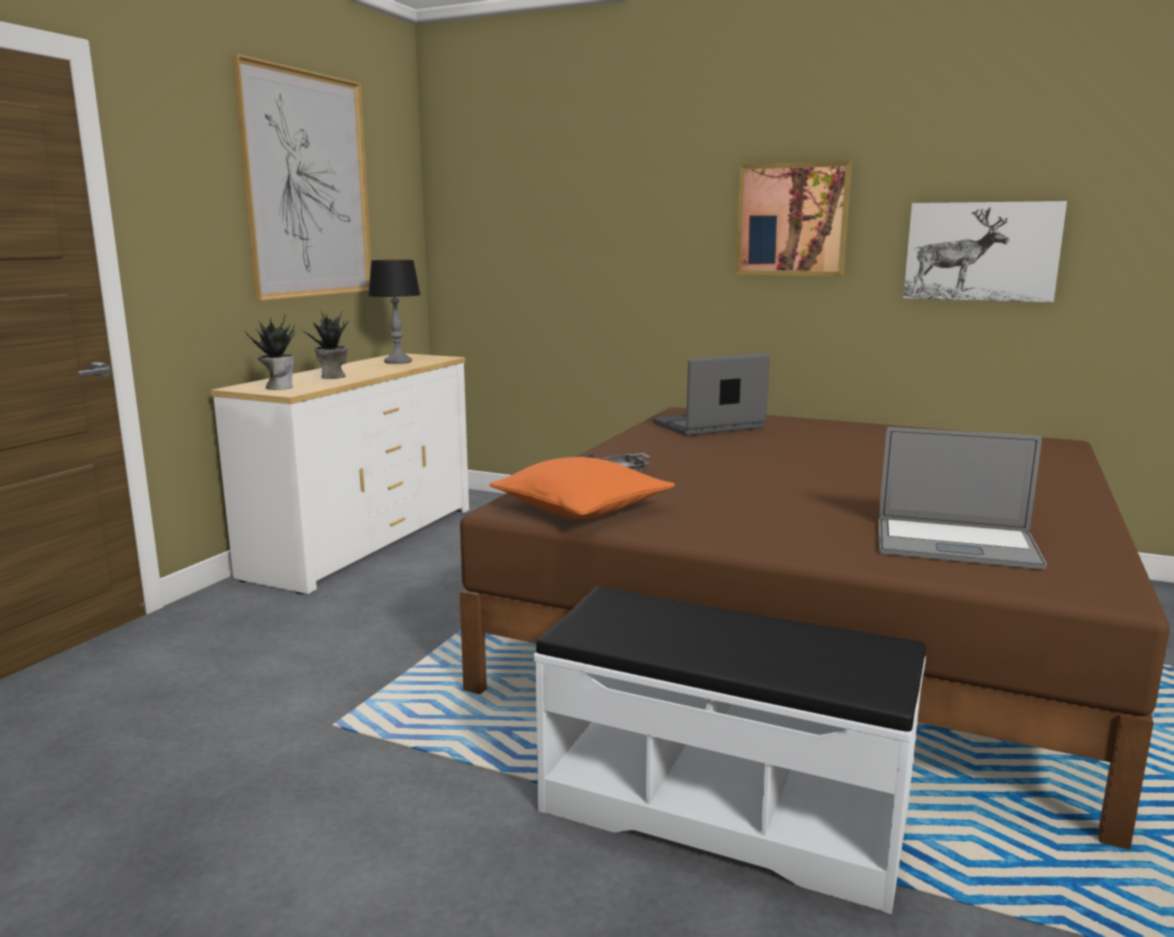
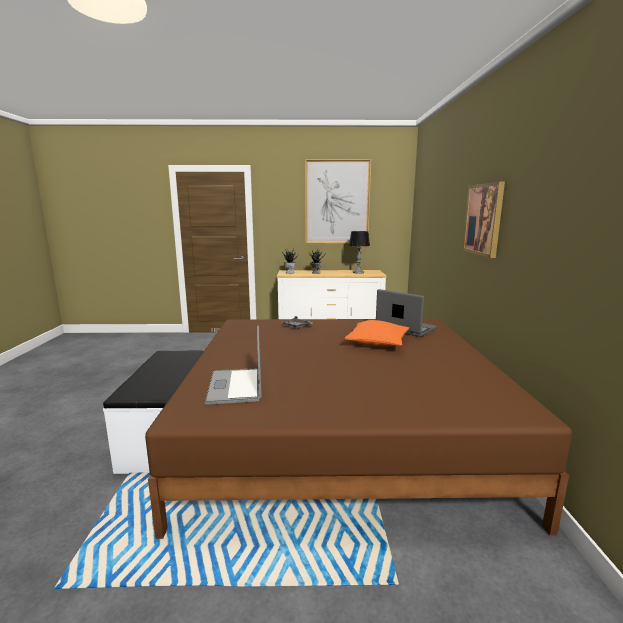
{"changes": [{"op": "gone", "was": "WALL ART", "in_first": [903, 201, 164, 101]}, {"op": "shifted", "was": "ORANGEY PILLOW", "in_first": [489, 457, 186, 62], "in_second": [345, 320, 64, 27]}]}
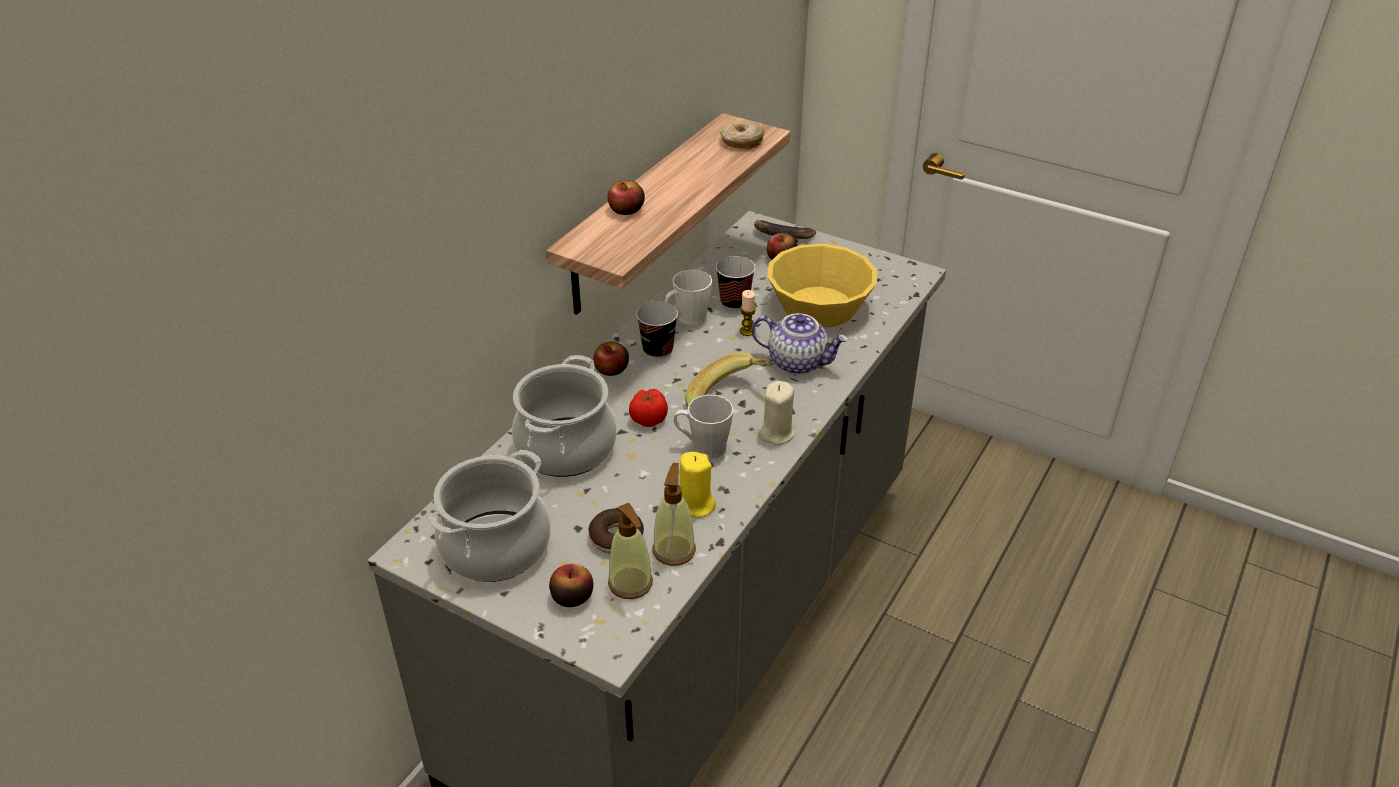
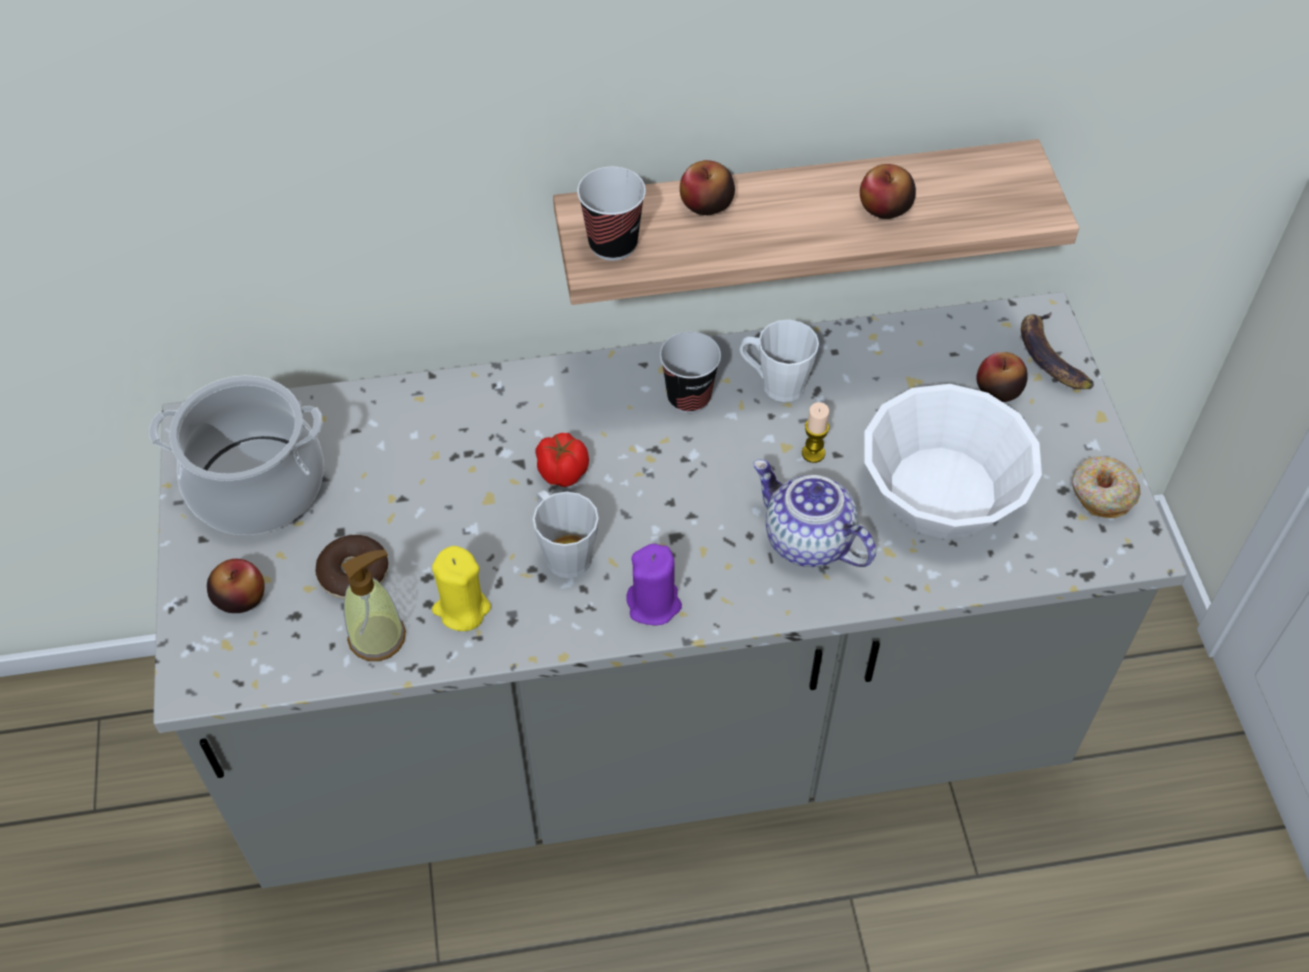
{"changes": [{"op": "shifted", "was": "DOUGHNUT", "in_first": [720, 120, 44, 29], "in_second": [1072, 456, 68, 62]}, {"op": "repainted", "was": "YELLOWISH BOWL", "now": "WHITE BOWL", "in_first": [767, 244, 110, 84], "in_second": [864, 384, 178, 155]}, {"op": "shifted", "was": "SMALL CUP", "in_first": [716, 256, 39, 55], "in_second": [577, 167, 69, 94]}, {"op": "rotated", "was": "TEA POT", "in_first": [751, 313, 97, 62], "in_second": [753, 460, 123, 107], "clockwise": 150}, {"op": "shifted", "was": "APPLE", "in_first": [593, 342, 36, 34], "in_second": [860, 164, 56, 55]}, {"op": "gone", "was": "BANANA FRUIT", "in_first": [685, 352, 90, 55]}, {"op": "gone", "was": "COOKING POT", "in_first": [512, 355, 105, 122]}, {"op": "repainted", "was": "BEIGE WAX LIGHT", "now": "PURPLISH WAX LIGHT", "in_first": [758, 381, 37, 64], "in_second": [626, 544, 56, 81]}, {"op": "gone", "was": "LIQUID SOAP BOTTLE", "in_first": [608, 503, 45, 96]}]}
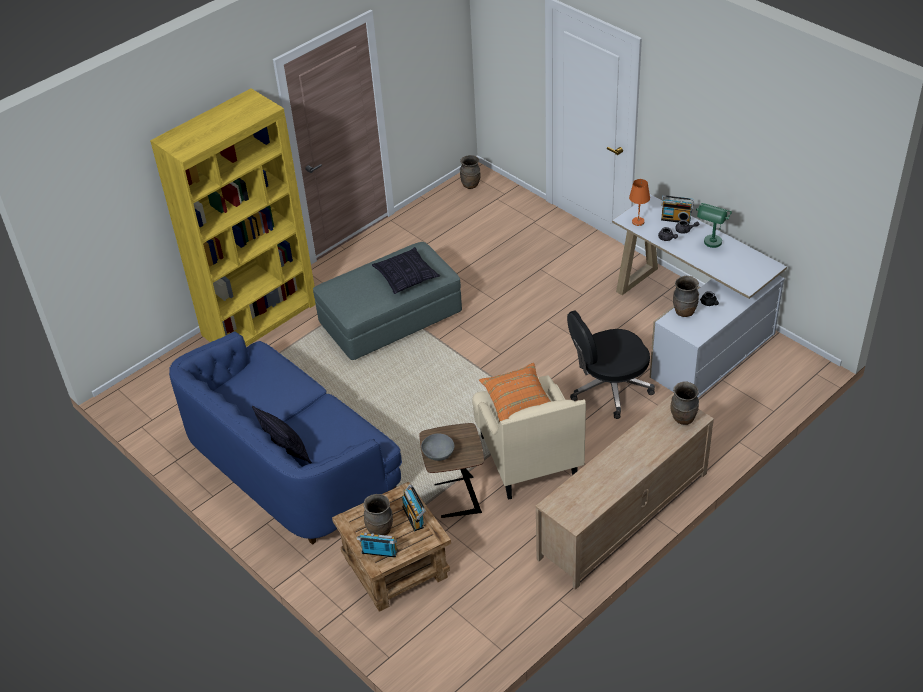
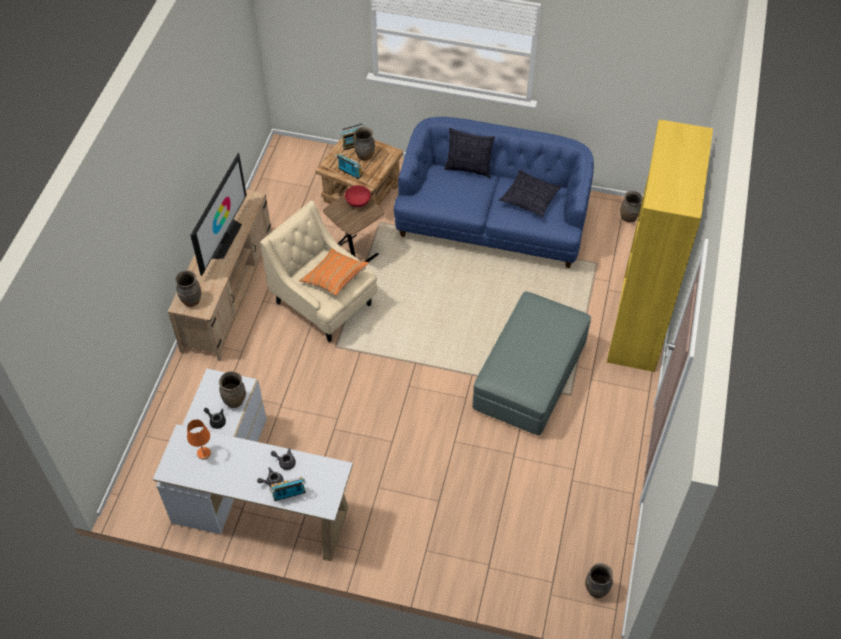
{"changes": [{"op": "shifted", "was": "ORANGEY TABLE LAMP", "in_first": [629, 179, 21, 47], "in_second": [187, 419, 24, 41]}, {"op": "gone", "was": "GREEN TABLE LAMP", "in_first": [696, 203, 36, 45]}, {"op": "shifted", "was": "PILLOW", "in_first": [372, 247, 68, 47], "in_second": [499, 170, 63, 48]}, {"op": "gone", "was": "BLACK OFFICE CHAIR", "in_first": [567, 310, 88, 109]}, {"op": "repainted", "was": "GRAY BOWL", "now": "REDDISH BOWL", "in_first": [421, 433, 33, 28], "in_second": [345, 185, 26, 22]}, {"op": "new", "now": "TV", "in_second": [190, 153, 57, 123]}, {"op": "new", "now": "BROWNISH VASE", "in_second": [620, 191, 23, 31]}]}
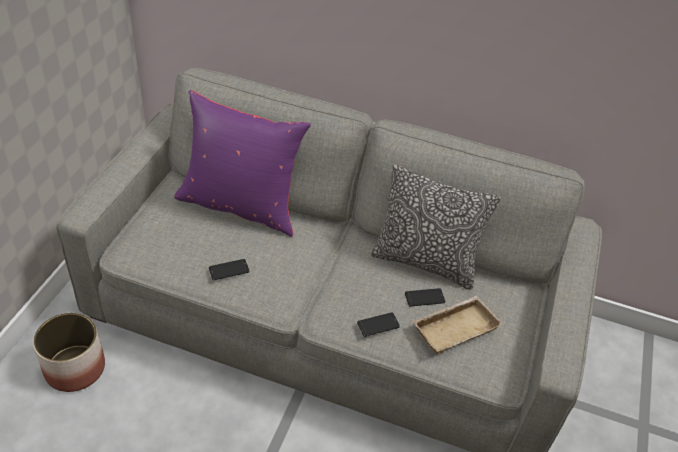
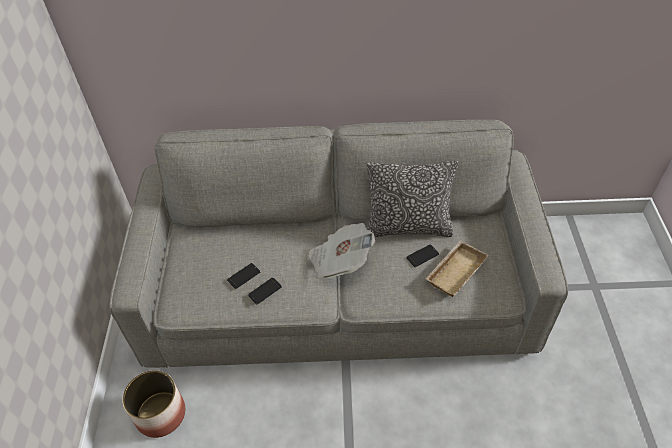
{"changes": [{"op": "gone", "was": "PURPLISH PILLOW", "in_first": [174, 90, 137, 147]}, {"op": "shifted", "was": "TELEPHONE", "in_first": [357, 313, 43, 24], "in_second": [227, 263, 33, 26]}, {"op": "new", "now": "PRINTED PAPER", "in_second": [309, 223, 66, 56]}]}
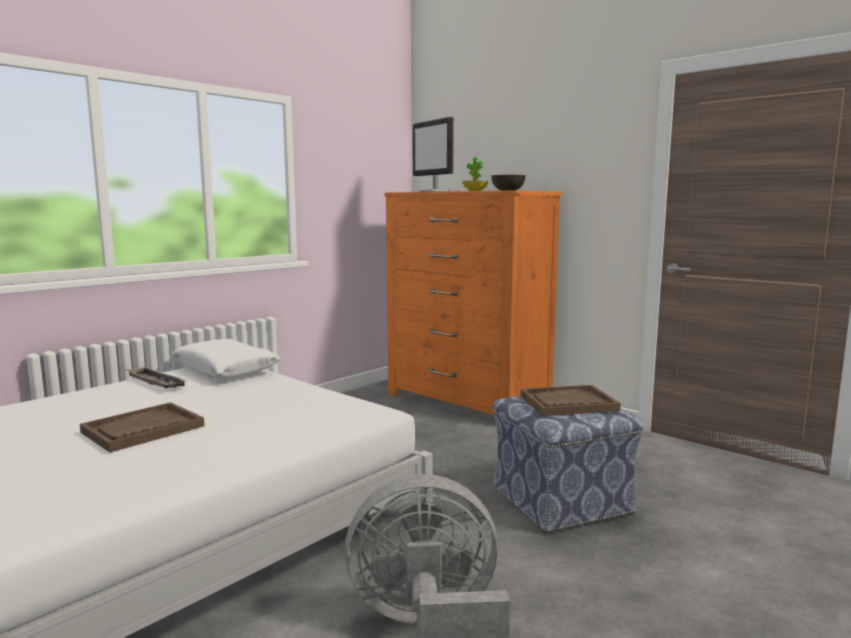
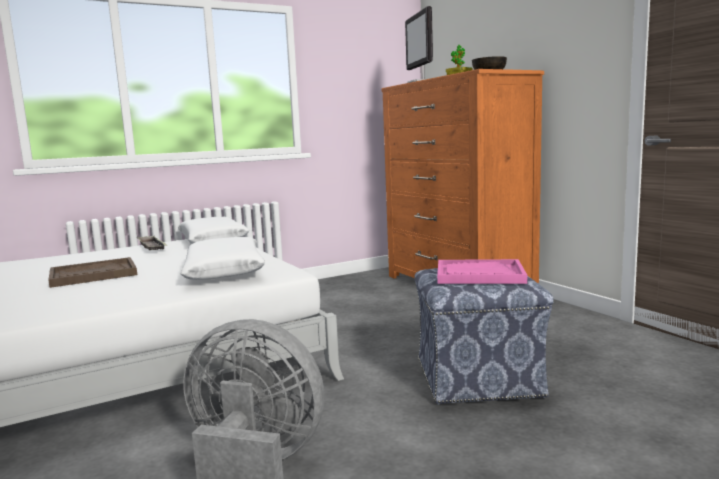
{"changes": [{"op": "repainted", "was": "BROWNISH CARRYING TRAY", "now": "PINK CARRYING TRAY", "in_first": [521, 385, 100, 31], "in_second": [437, 259, 90, 25]}, {"op": "new", "now": "WHITE PILLOW", "in_second": [181, 237, 84, 43]}]}
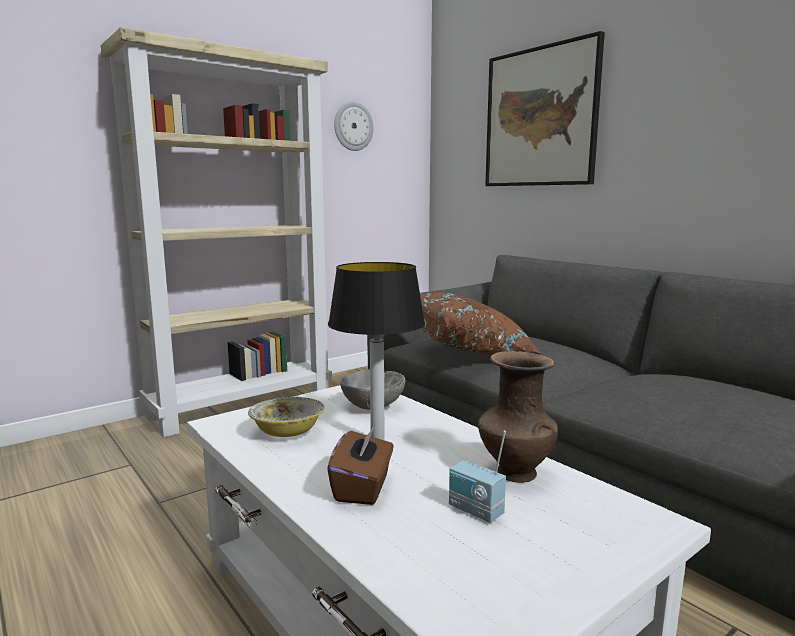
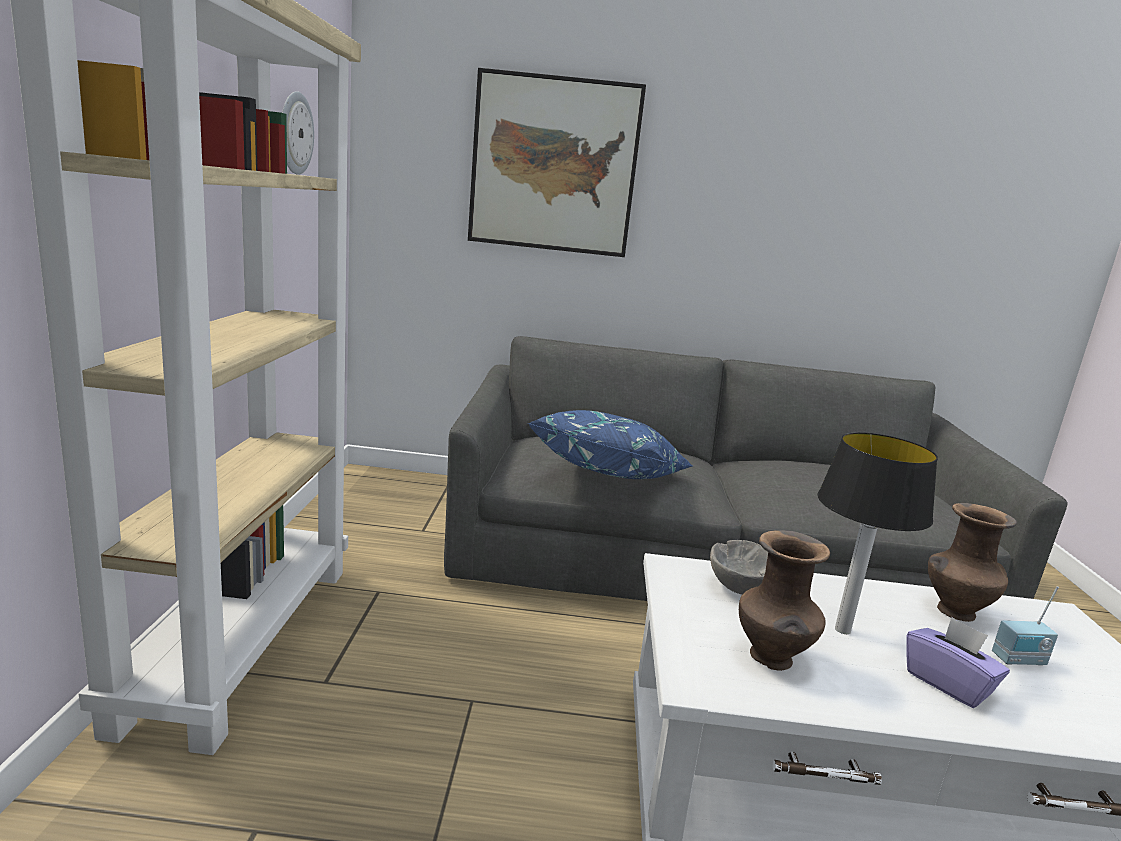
{"changes": [{"op": "repainted", "was": "BROWNISH PILLOW", "now": "BLUE PILLOW", "in_first": [420, 293, 122, 62], "in_second": [527, 410, 166, 69]}, {"op": "swapped", "was": "BOWL", "now": "BROWNISH VASE", "in_first": [248, 397, 77, 40], "in_second": [739, 530, 91, 141]}, {"op": "repainted", "was": "BROWNISH TISSUE HOLDER", "now": "PURPLISH TISSUE HOLDER", "in_first": [327, 424, 66, 81], "in_second": [906, 617, 104, 91]}]}
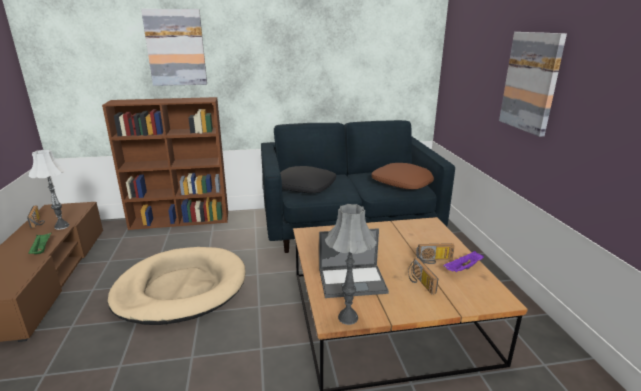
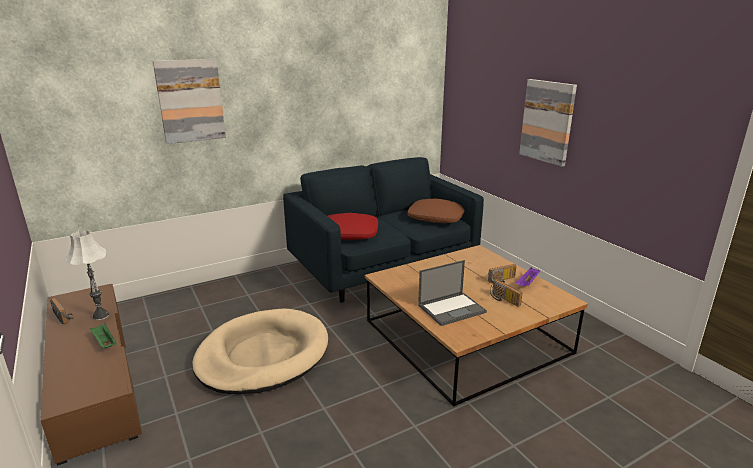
{"changes": [{"op": "gone", "was": "BROWNISH BOOKSHELF", "in_first": [102, 97, 126, 133]}, {"op": "repainted", "was": "BLACK PILLOW", "now": "REDDISH PILLOW", "in_first": [280, 166, 56, 27], "in_second": [328, 213, 50, 27]}, {"op": "gone", "was": "GRAY TABLE LAMP", "in_first": [325, 204, 52, 121]}]}
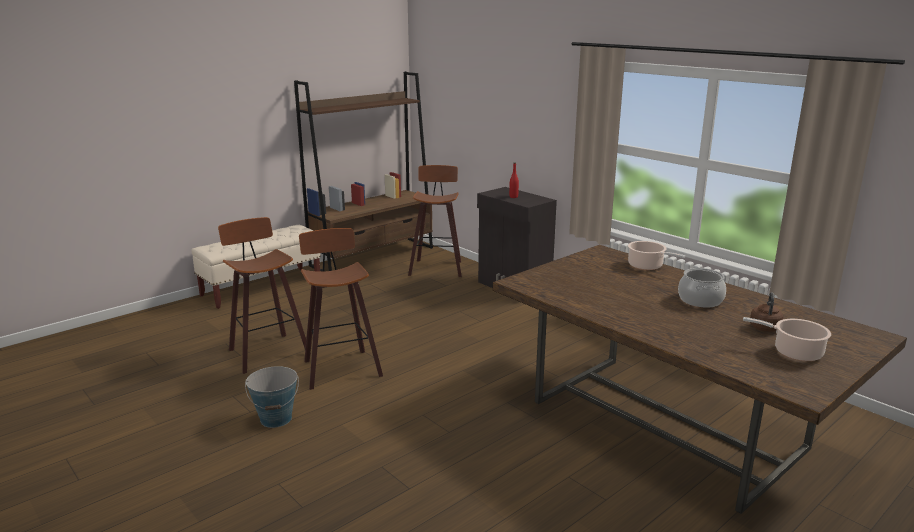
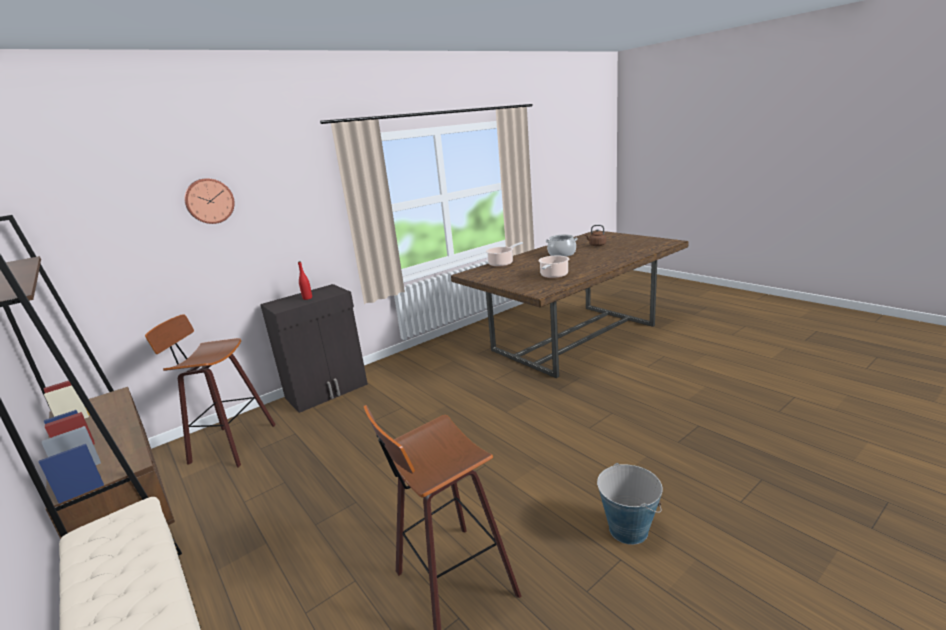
{"changes": [{"op": "gone", "was": "STOOL SEAT", "in_first": [299, 228, 84, 162]}, {"op": "shifted", "was": "COOKING POT", "in_first": [743, 317, 88, 44], "in_second": [538, 256, 31, 22]}, {"op": "new", "now": "CLOCK ON THE WALL", "in_second": [184, 178, 51, 46]}]}
